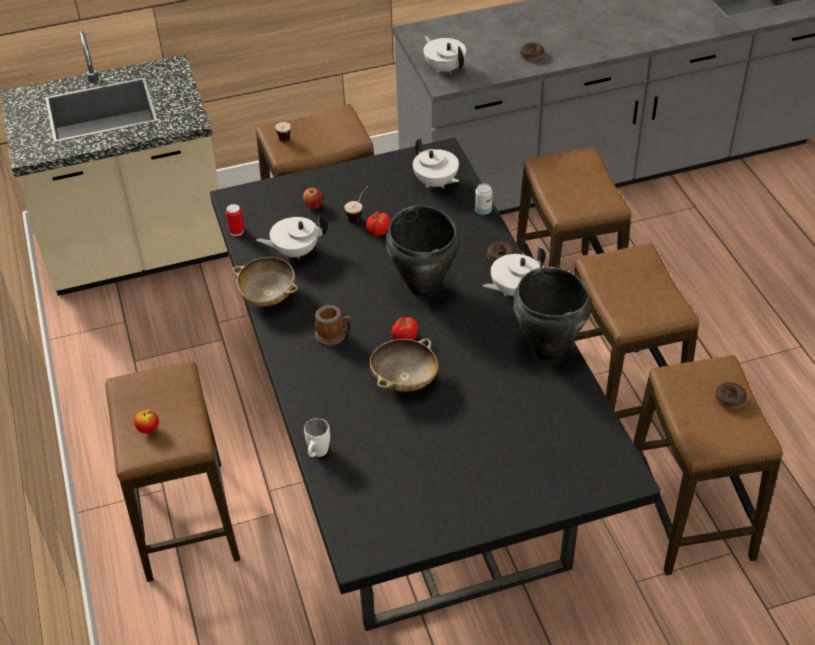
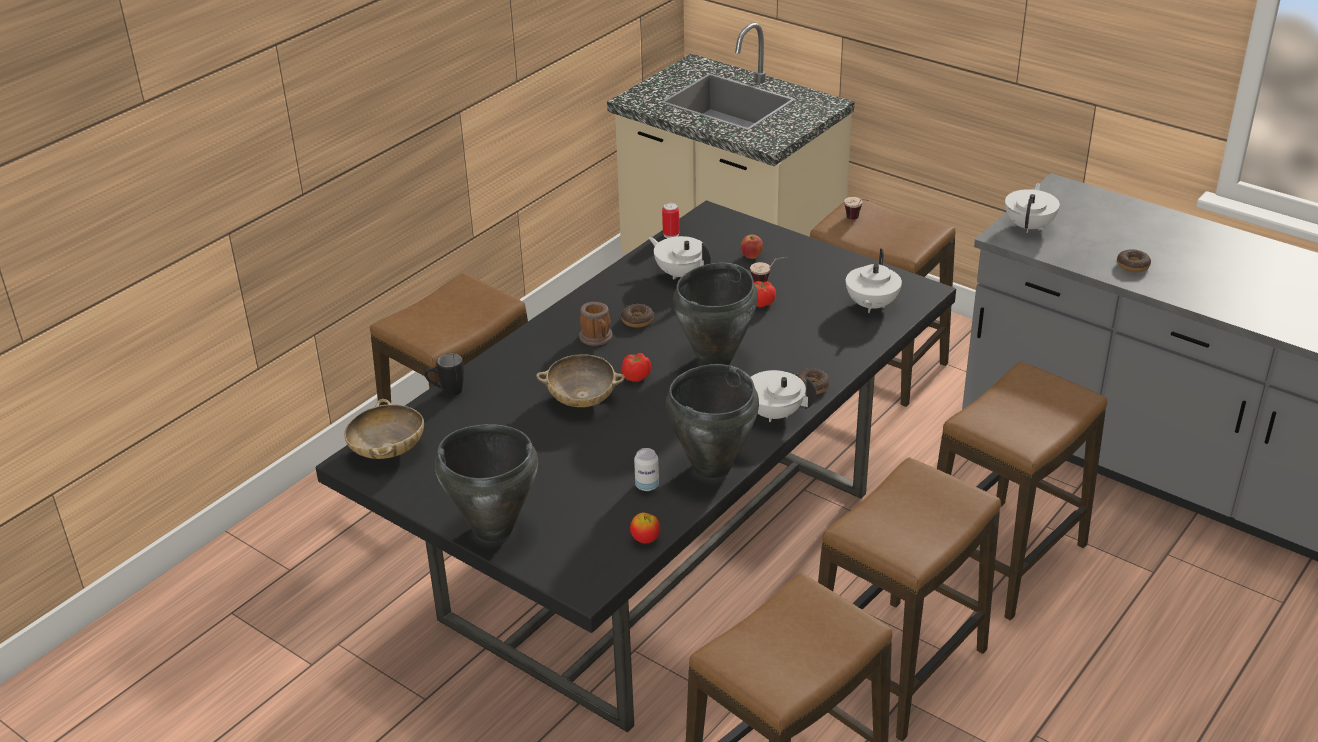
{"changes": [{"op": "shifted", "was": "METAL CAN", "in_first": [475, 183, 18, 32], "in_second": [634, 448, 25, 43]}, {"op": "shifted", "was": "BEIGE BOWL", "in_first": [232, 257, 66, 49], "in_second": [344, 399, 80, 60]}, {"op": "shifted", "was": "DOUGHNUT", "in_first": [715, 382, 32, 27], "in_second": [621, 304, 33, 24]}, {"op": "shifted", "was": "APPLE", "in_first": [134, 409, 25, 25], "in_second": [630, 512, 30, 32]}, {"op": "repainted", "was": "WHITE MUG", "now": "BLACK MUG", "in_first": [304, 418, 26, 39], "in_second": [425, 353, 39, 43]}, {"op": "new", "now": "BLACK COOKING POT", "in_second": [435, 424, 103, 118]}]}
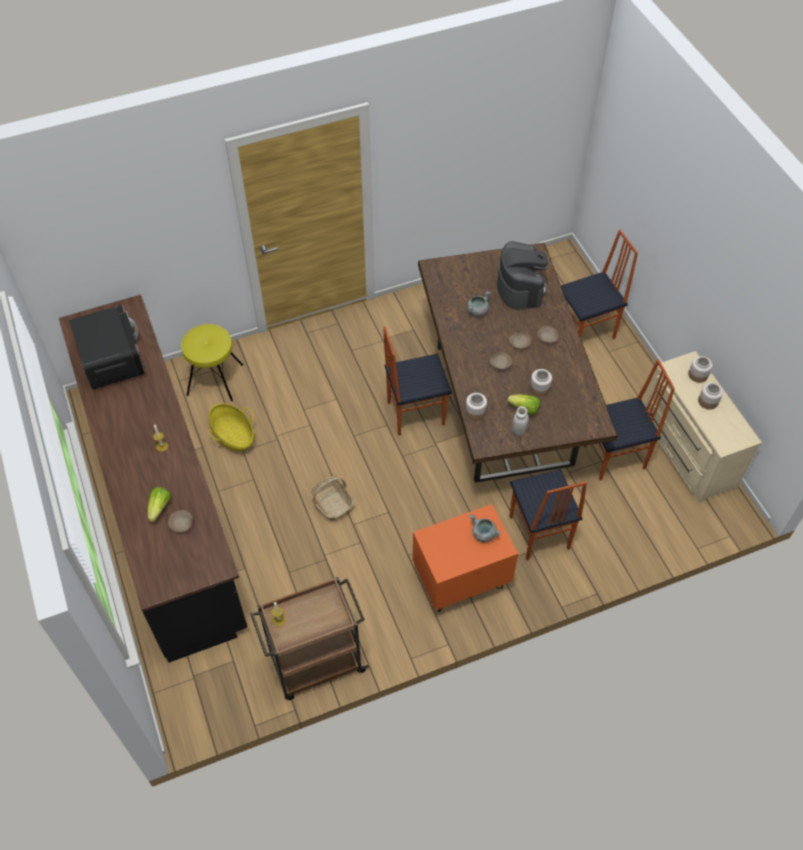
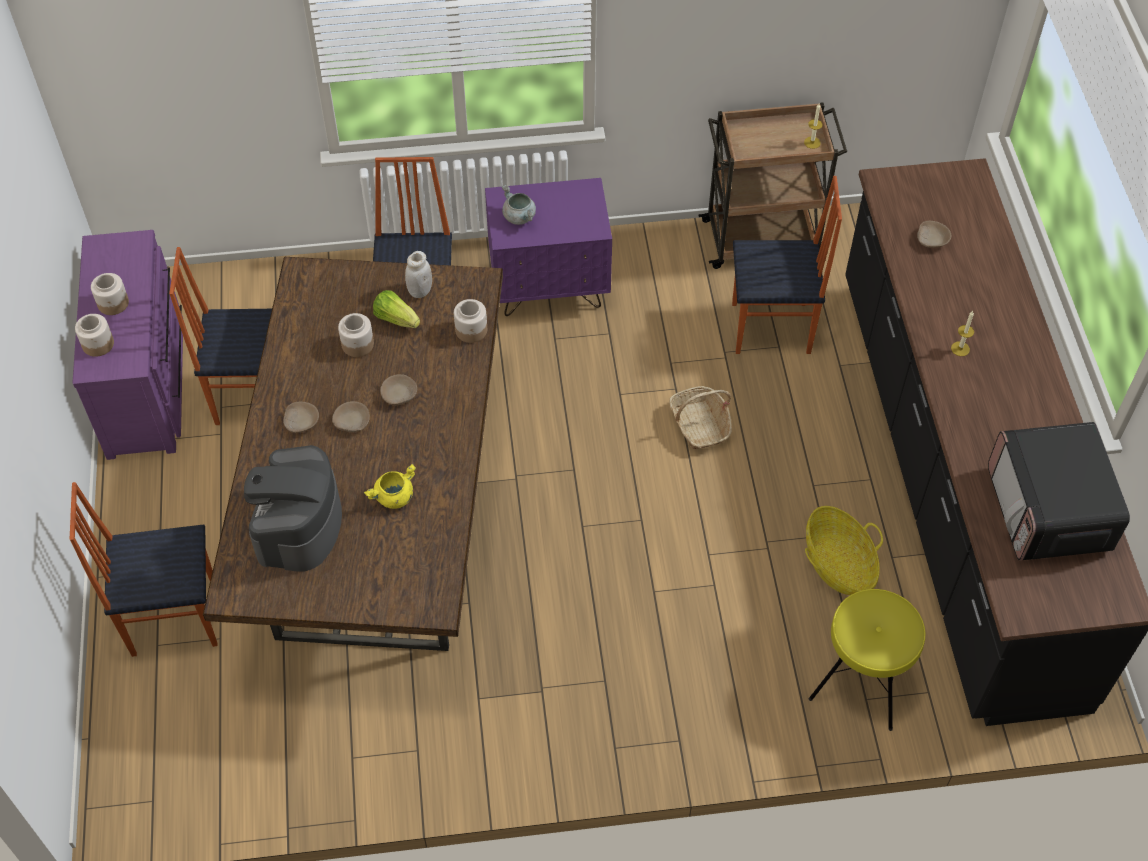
{"changes": [{"op": "repainted", "was": "GRAY COOKING POT", "now": "YELLOWISH COOKING POT", "in_first": [467, 290, 23, 27], "in_second": [364, 464, 52, 45]}, {"op": "shifted", "was": "PLAIN CHAIR", "in_first": [383, 327, 69, 108], "in_second": [732, 176, 110, 178]}, {"op": "repainted", "was": "BEIGE DRESSER", "now": "PURPLISH DRESSER", "in_first": [644, 351, 118, 151], "in_second": [73, 230, 110, 230]}, {"op": "gone", "was": "LETTUCE", "in_first": [148, 487, 23, 35]}, {"op": "repainted", "was": "ORANGEY BEDSIDE TABLE", "now": "PURPLISH BEDSIDE TABLE", "in_first": [413, 504, 105, 108], "in_second": [485, 178, 127, 138]}]}
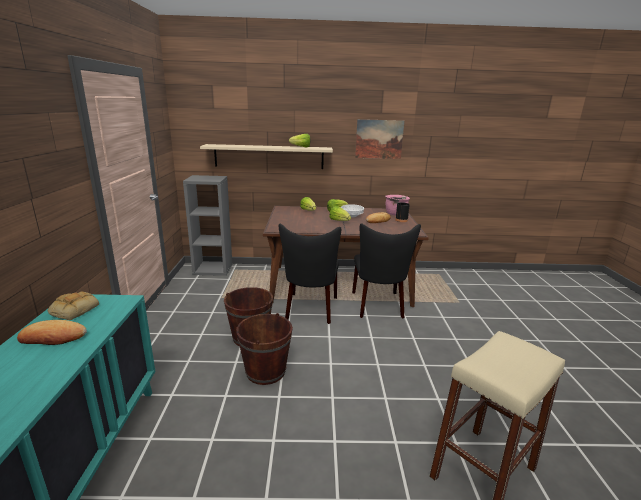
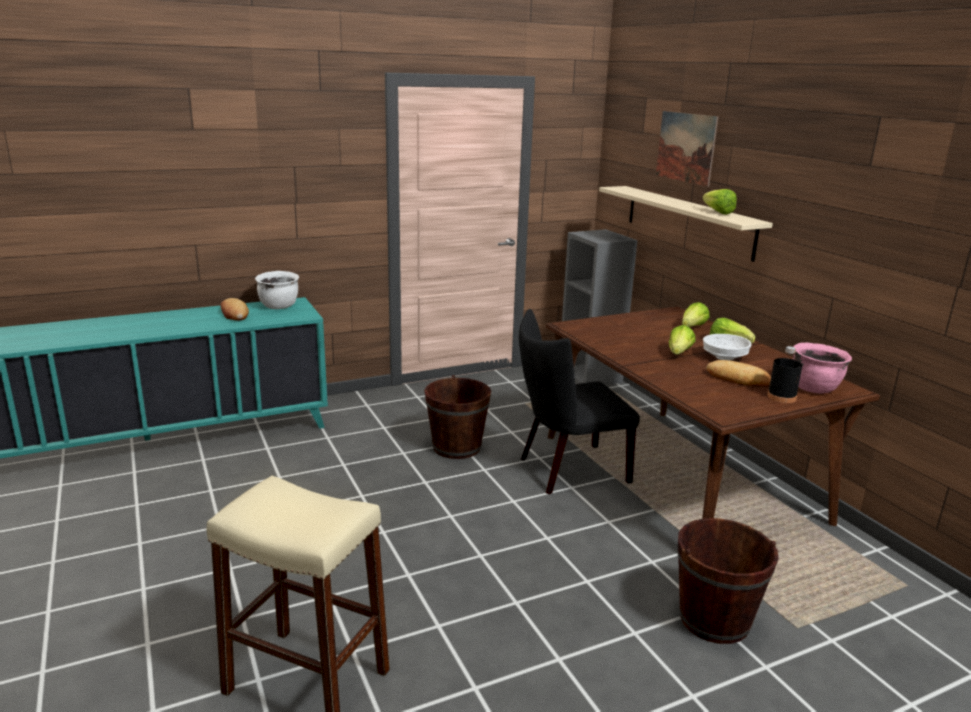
{"changes": [{"op": "shifted", "was": "WALL ART", "in_first": [355, 119, 50, 40], "in_second": [656, 111, 62, 76]}, {"op": "gone", "was": "BLACK PLAIN CHAIR", "in_first": [352, 223, 69, 95]}, {"op": "swapped", "was": "BAKED BREAD", "now": "WHITE COOKING POT", "in_first": [48, 292, 51, 28], "in_second": [255, 271, 44, 38]}, {"op": "shifted", "was": "BROWNISH WATER BUCKET", "in_first": [236, 313, 57, 72], "in_second": [678, 518, 101, 126]}]}
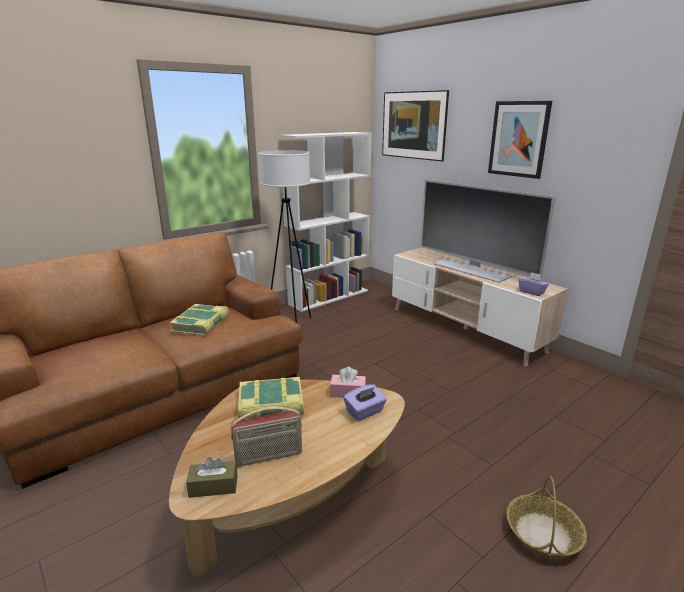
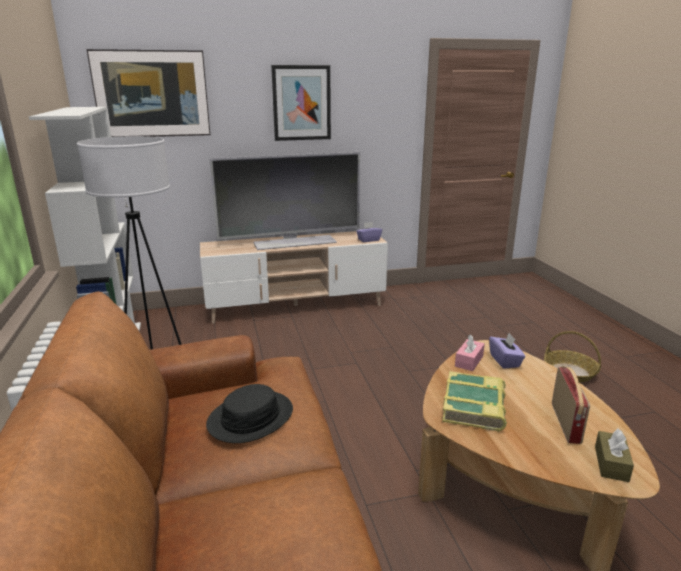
{"changes": [{"op": "swapped", "was": "BOOK", "now": "BLACK CLOTHING HAT", "in_first": [170, 304, 60, 32], "in_second": [206, 384, 87, 59]}]}
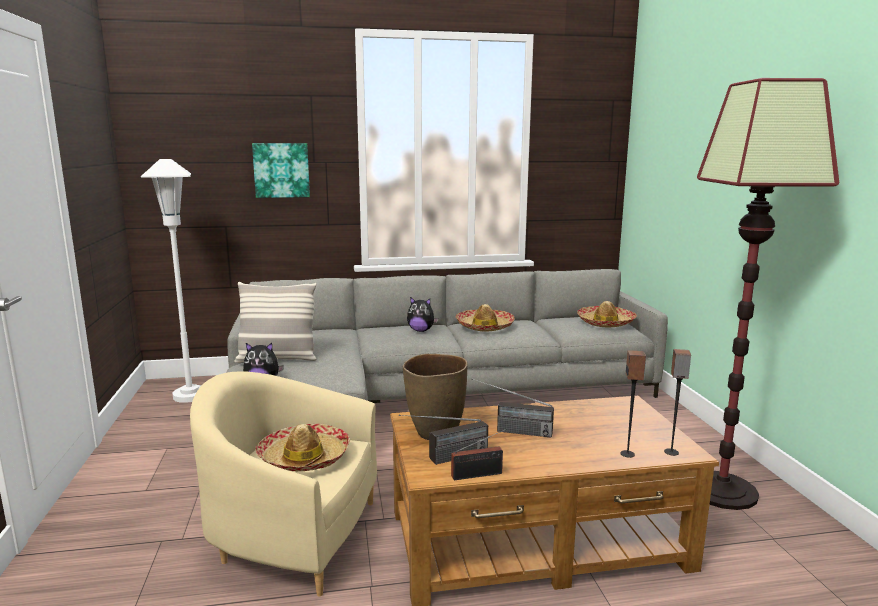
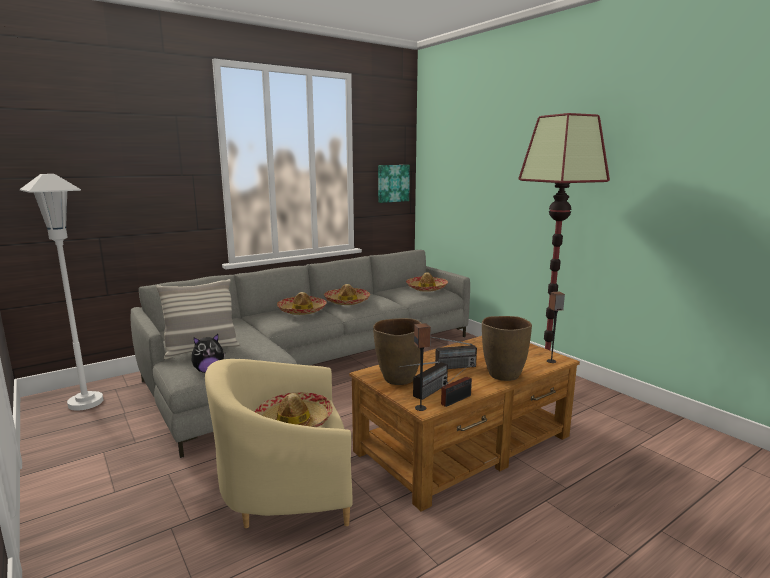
{"changes": [{"op": "shifted", "was": "WALL ART", "in_first": [252, 143, 58, 55], "in_second": [378, 165, 32, 38]}, {"op": "swapped", "was": "CUDDLY TOY", "now": "CLOTHING HAT", "in_first": [407, 297, 31, 35], "in_second": [277, 292, 50, 23]}, {"op": "shifted", "was": "LOUDSPEAKER", "in_first": [620, 350, 26, 108], "in_second": [414, 323, 17, 88]}, {"op": "new", "now": "BROWNISH VASE", "in_second": [482, 316, 50, 65]}]}
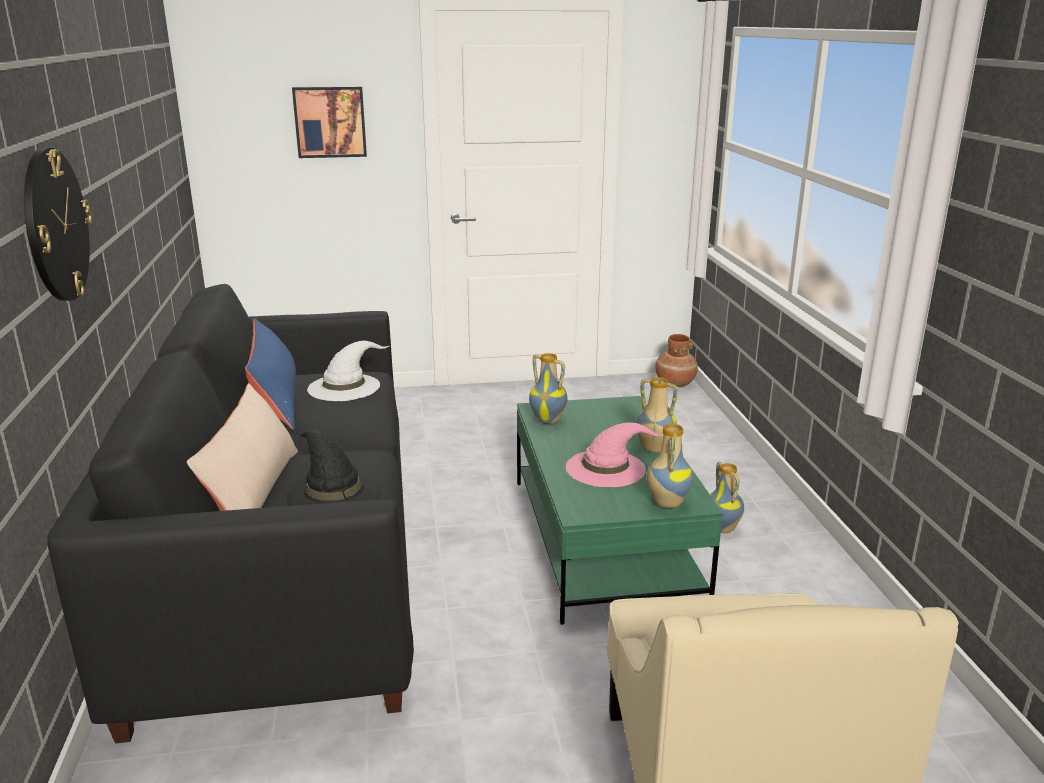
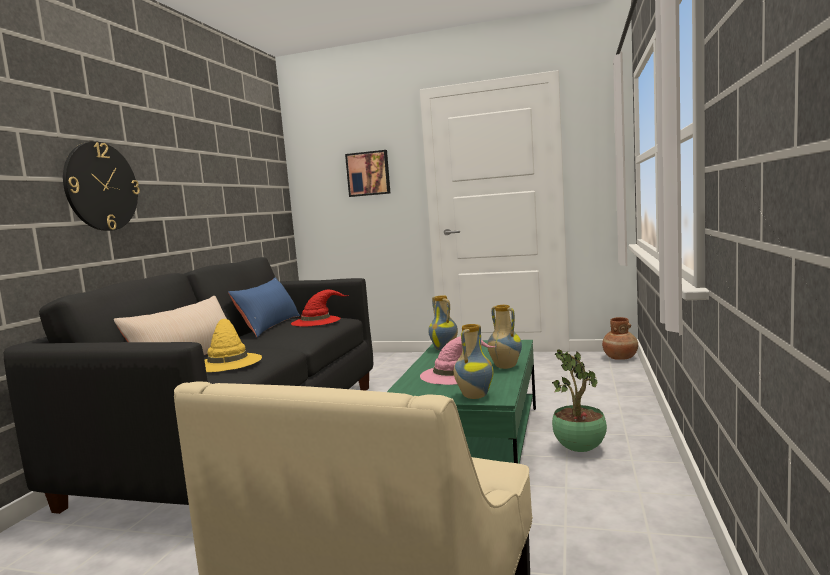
{"changes": [{"op": "repainted", "was": "WHITE CLOTHING HAT", "now": "REDDISH CLOTHING HAT", "in_first": [307, 341, 82, 60], "in_second": [291, 290, 57, 36]}, {"op": "repainted", "was": "BLACK CLOTHING HAT", "now": "YELLOWISH CLOTHING HAT", "in_first": [286, 429, 95, 77], "in_second": [205, 319, 57, 53]}, {"op": "swapped", "was": "VASE", "now": "HOUSEPLANT", "in_first": [710, 461, 34, 72], "in_second": [552, 349, 55, 103]}]}
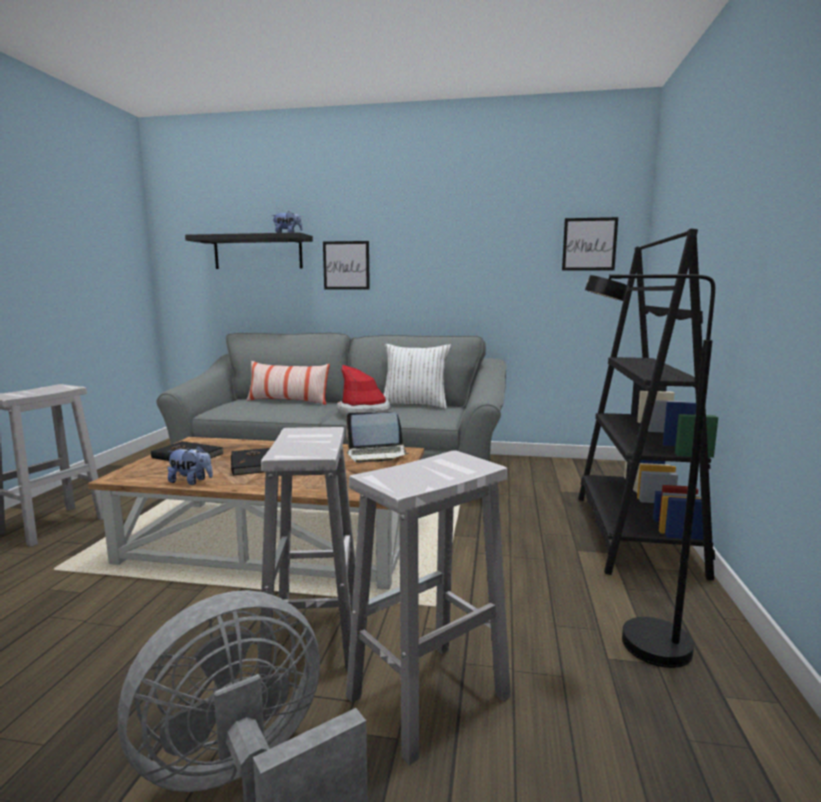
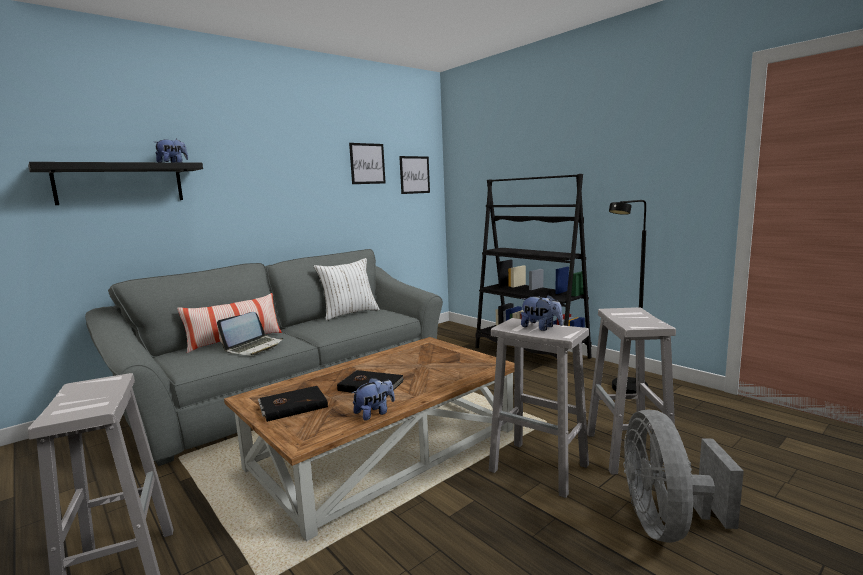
{"changes": [{"op": "shifted", "was": "WALL ART", "in_first": [323, 241, 47, 48], "in_second": [349, 143, 37, 41]}, {"op": "gone", "was": "CLOTHING HAT", "in_first": [337, 364, 54, 51]}, {"op": "shifted", "was": "PORTABLE COMPUTER", "in_first": [346, 412, 63, 51], "in_second": [217, 312, 66, 44]}, {"op": "new", "now": "CUDDLY TOY", "in_second": [521, 295, 42, 36]}]}
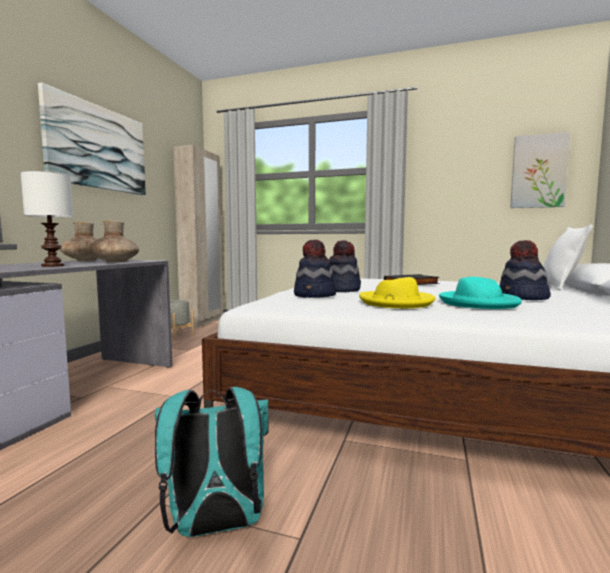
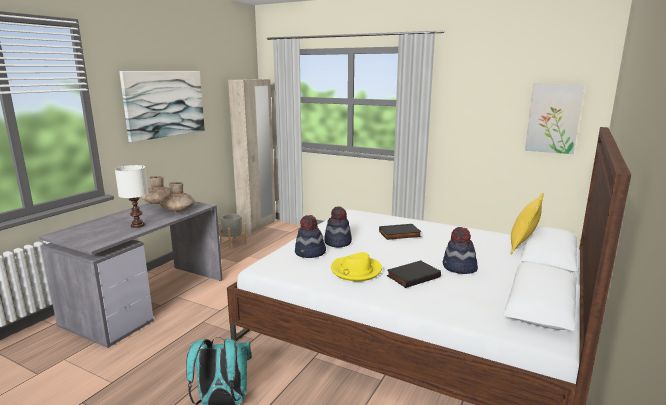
{"changes": [{"op": "repainted", "was": "WHITE PILLOW", "now": "YELLOWISH PILLOW", "in_first": [543, 224, 50, 66], "in_second": [510, 193, 34, 61]}, {"op": "swapped", "was": "TURQUOISE CLOTHING HAT", "now": "BLACK BOOK", "in_first": [439, 277, 83, 32], "in_second": [387, 261, 54, 27]}]}
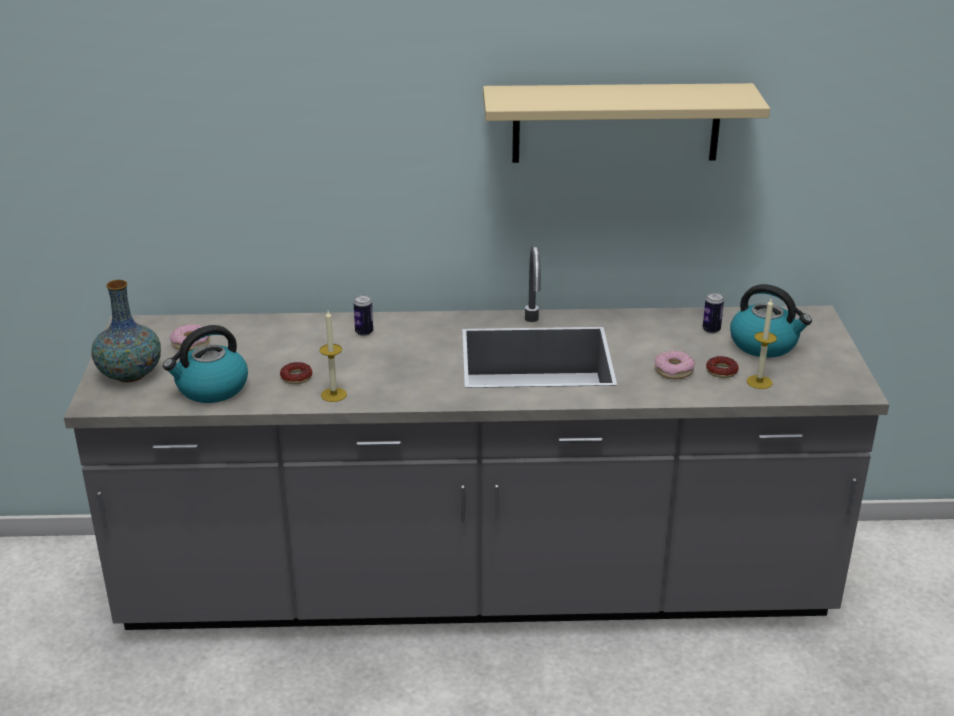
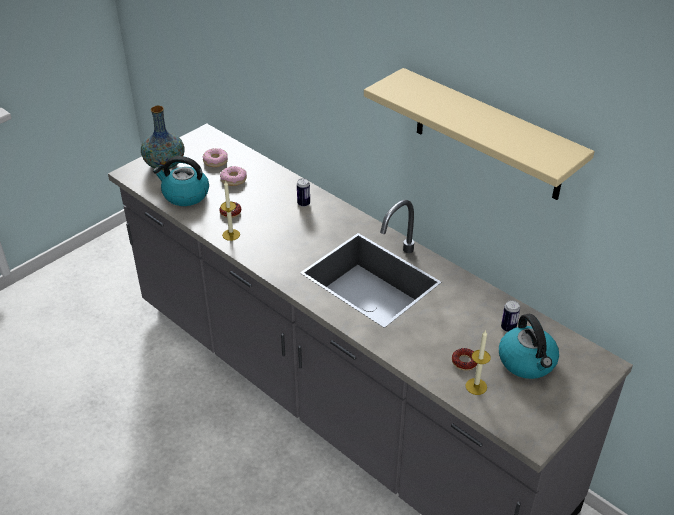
{"changes": [{"op": "shifted", "was": "DOUGHNUT", "in_first": [654, 351, 41, 28], "in_second": [220, 166, 27, 20]}]}
